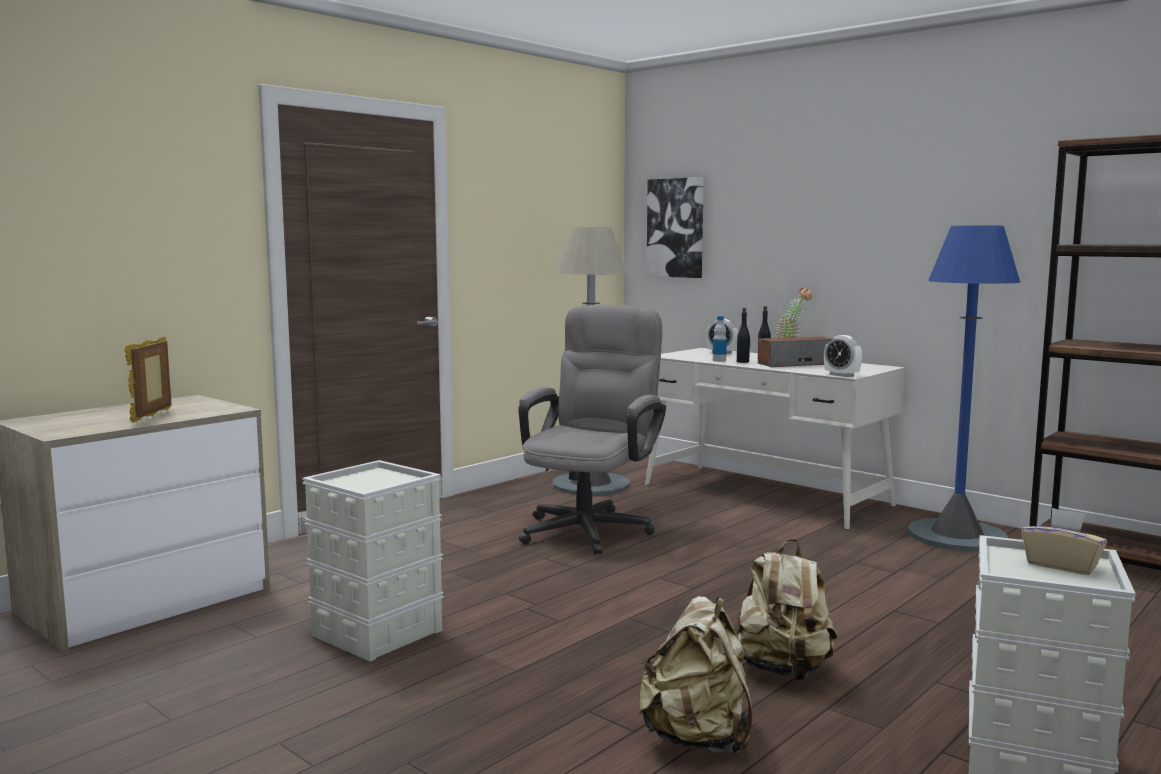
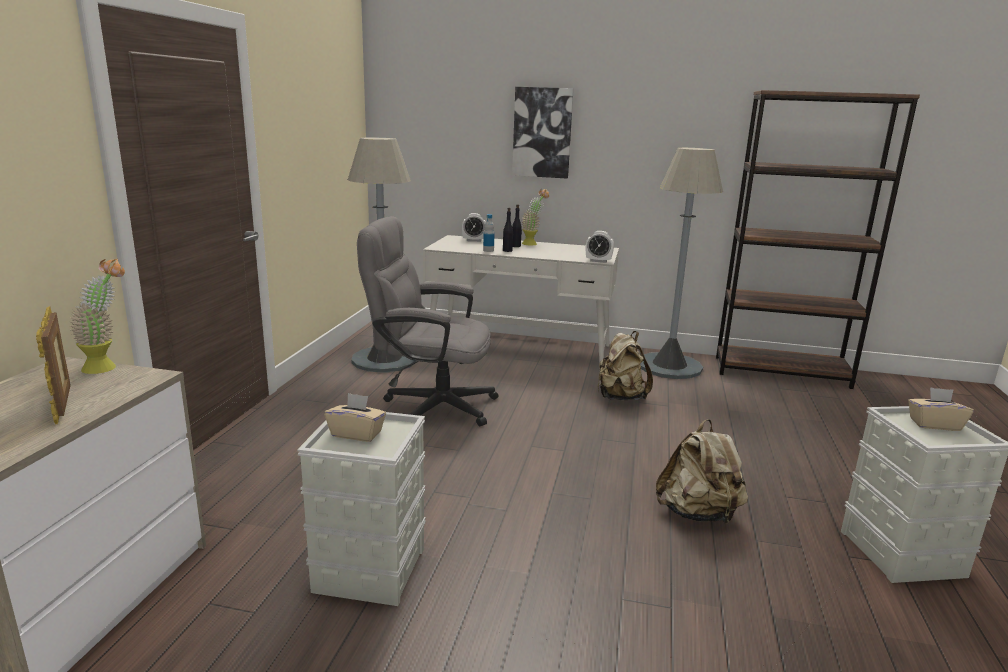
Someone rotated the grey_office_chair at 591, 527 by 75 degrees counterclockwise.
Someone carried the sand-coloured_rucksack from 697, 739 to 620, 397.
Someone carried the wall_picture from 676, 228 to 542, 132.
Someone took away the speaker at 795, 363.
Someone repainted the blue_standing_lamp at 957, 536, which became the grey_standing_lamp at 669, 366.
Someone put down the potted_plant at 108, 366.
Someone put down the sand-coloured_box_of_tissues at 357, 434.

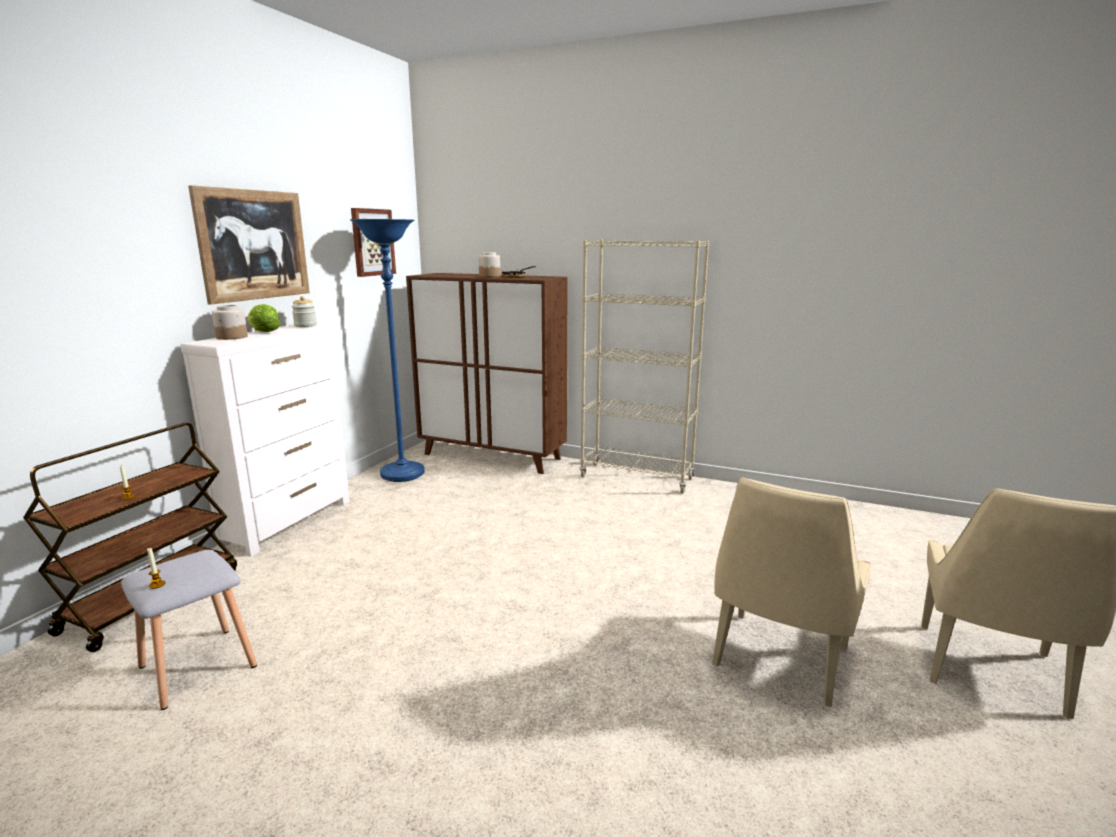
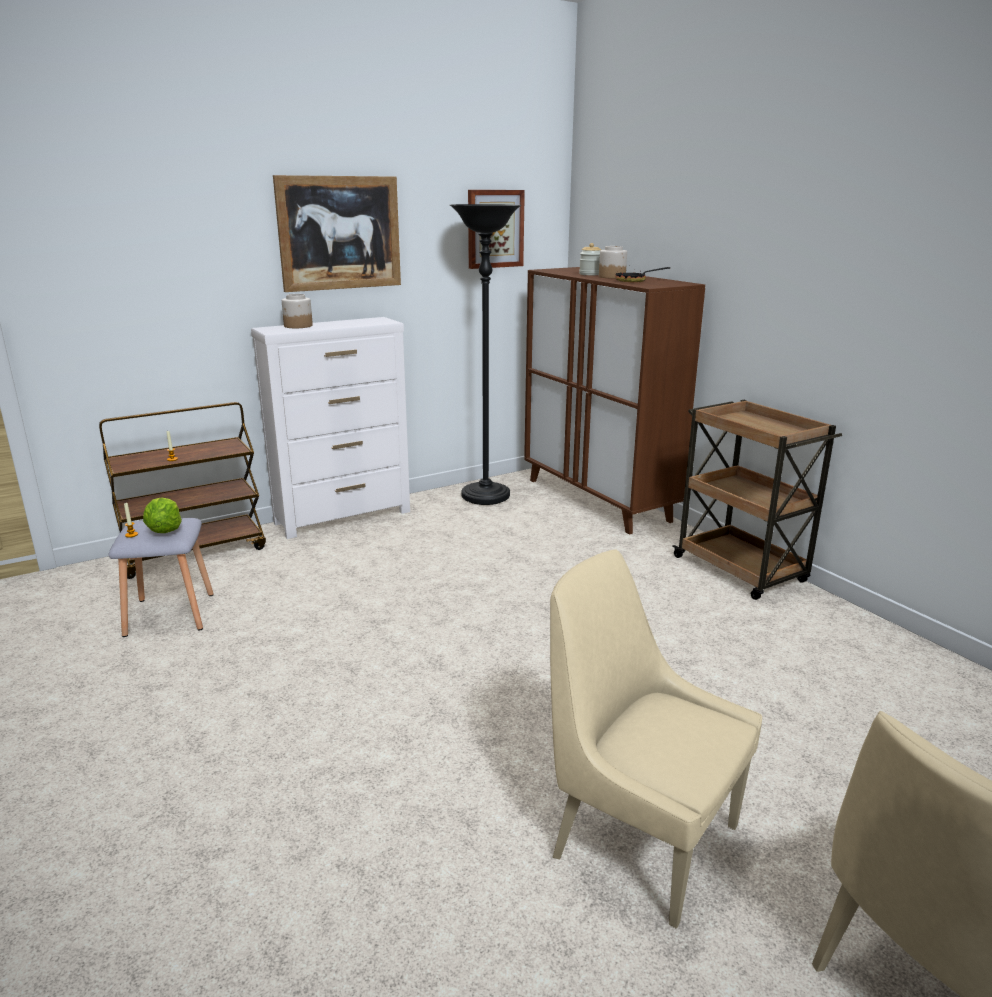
Someone carried the head_of_lettuce from 264, 332 to 165, 530.
Someone carried the jar from 305, 325 to 590, 274.
Someone repainted the blue_standing_lamp at 402, 474, which became the black_standing_lamp at 485, 497.
Someone swapped the sand-coloured_bookshelf at 637, 478 for the brown_wheeled_cart at 741, 570.
Someone rotated the sand-coloured_plain_chair at 778, 660 by 60 degrees clockwise.

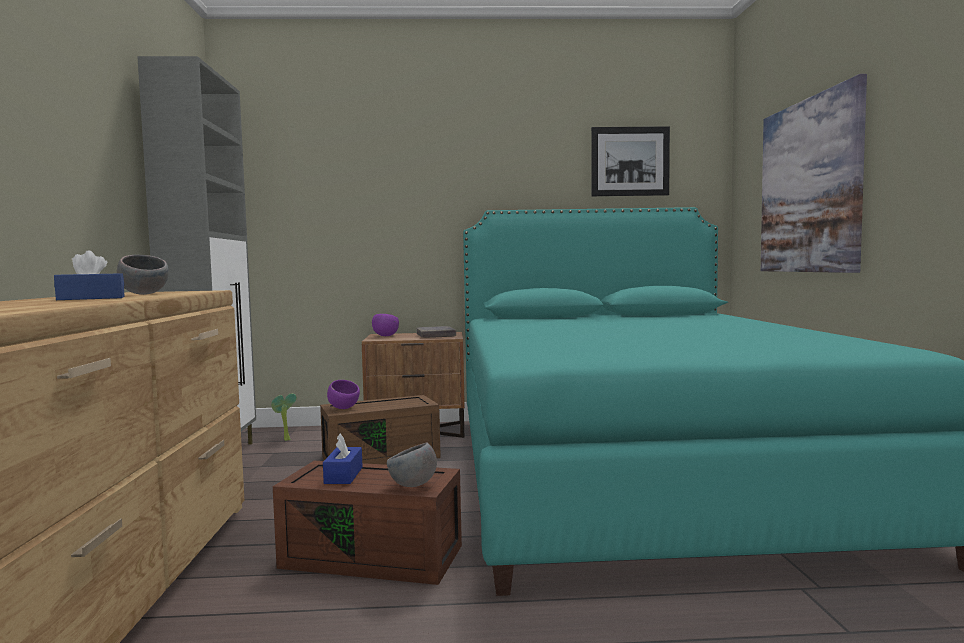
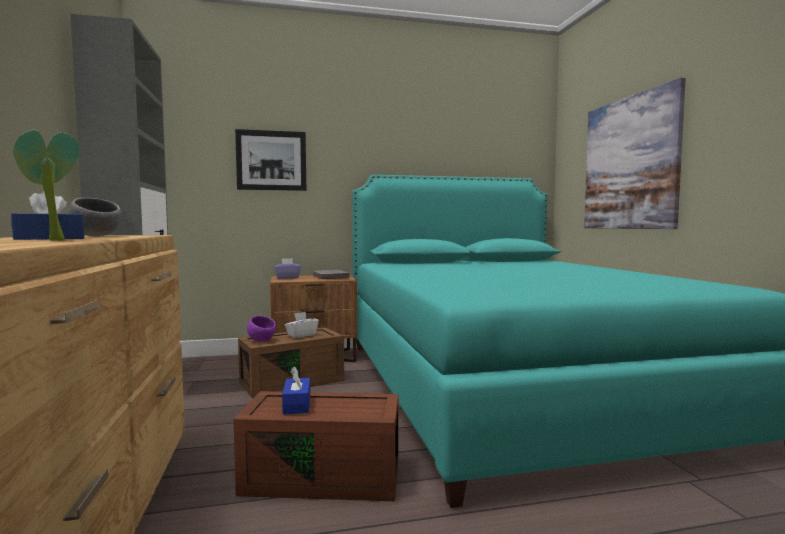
Someone carried the potted_plant from 285, 440 to 52, 240.
Someone swapped the purple_bowl at 385, 336 for the purple_box_of_tissues at 287, 278.
Someone took away the grey_bowl at 413, 485.
Someone carried the wall_picture from 630, 161 to 271, 160.
Someone put down the white-coloured_box_of_tissues at 301, 335.

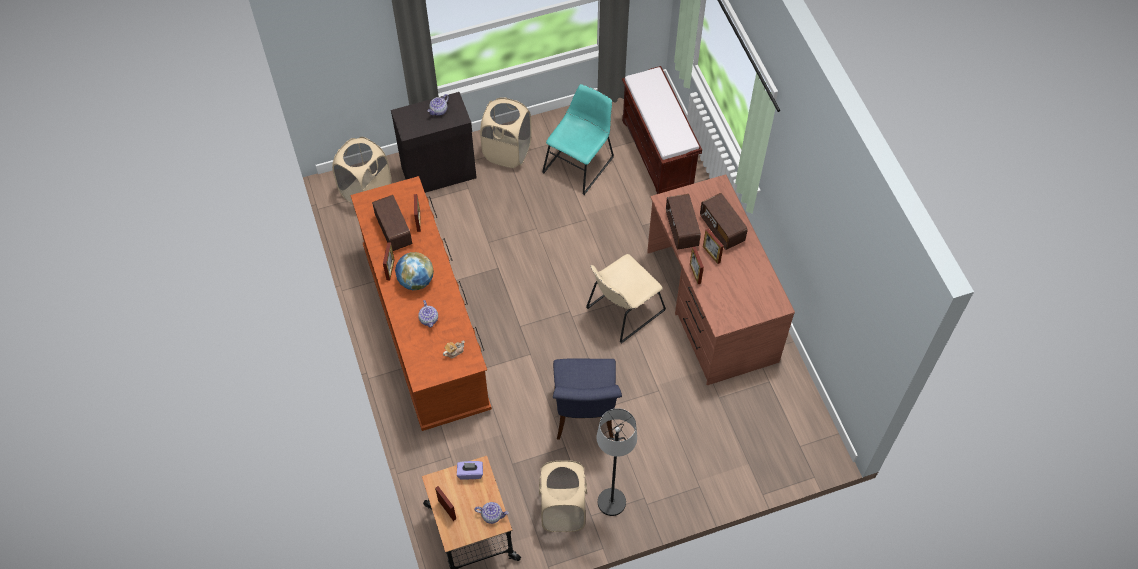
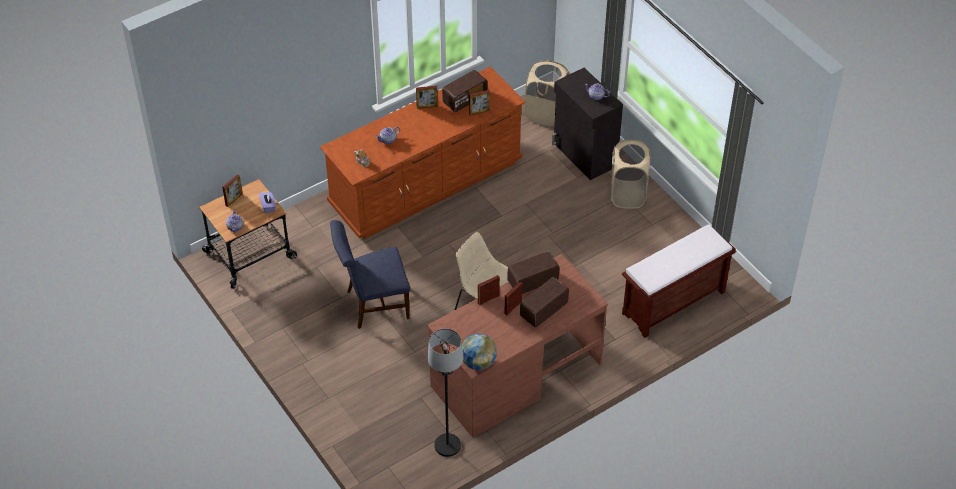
Someone carried the globe from 416, 281 to 478, 362.
Someone took away the sand-coloured_laundry_basket at 563, 510.
Someone took away the blue-green_plain_chair at 580, 163.
Someone carried the black_standing_lamp from 612, 502 to 447, 445.

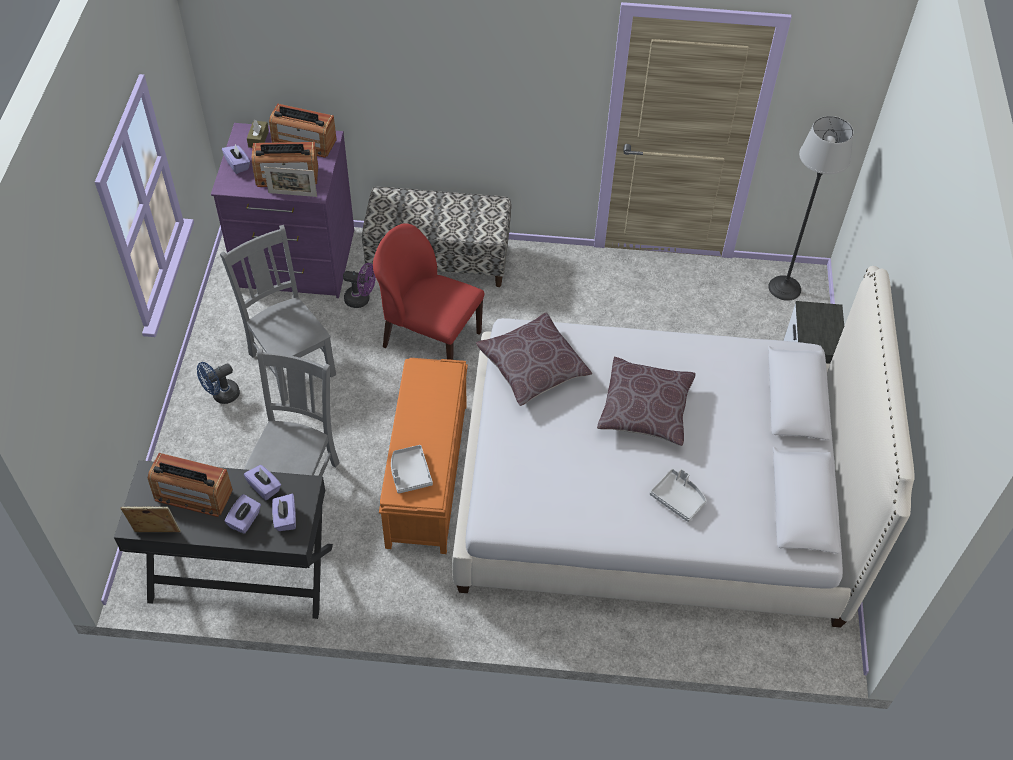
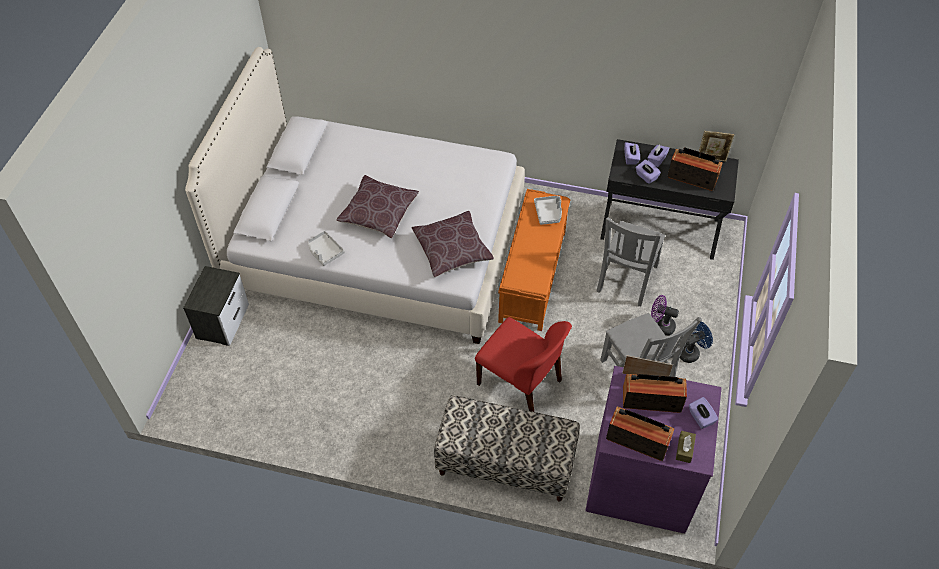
Someone carried the purple_electric_fan from 361, 299 to 660, 326.
Someone carried the grey_carrying_tray from 678, 498 to 325, 251.
Someone took away the standing_lamp at 785, 288.

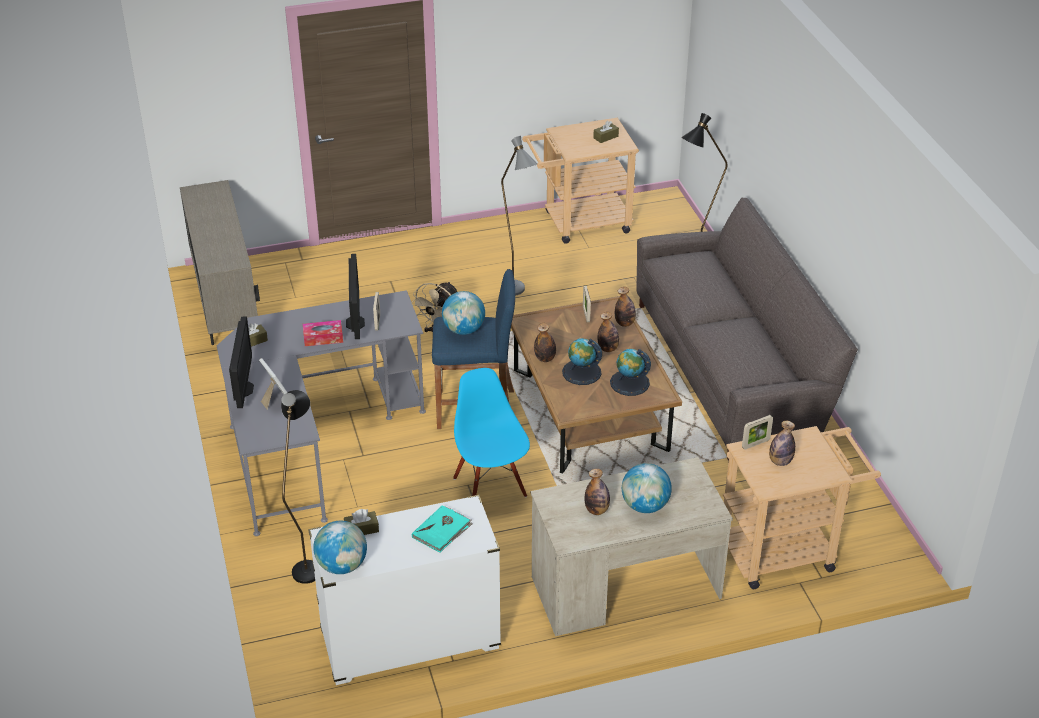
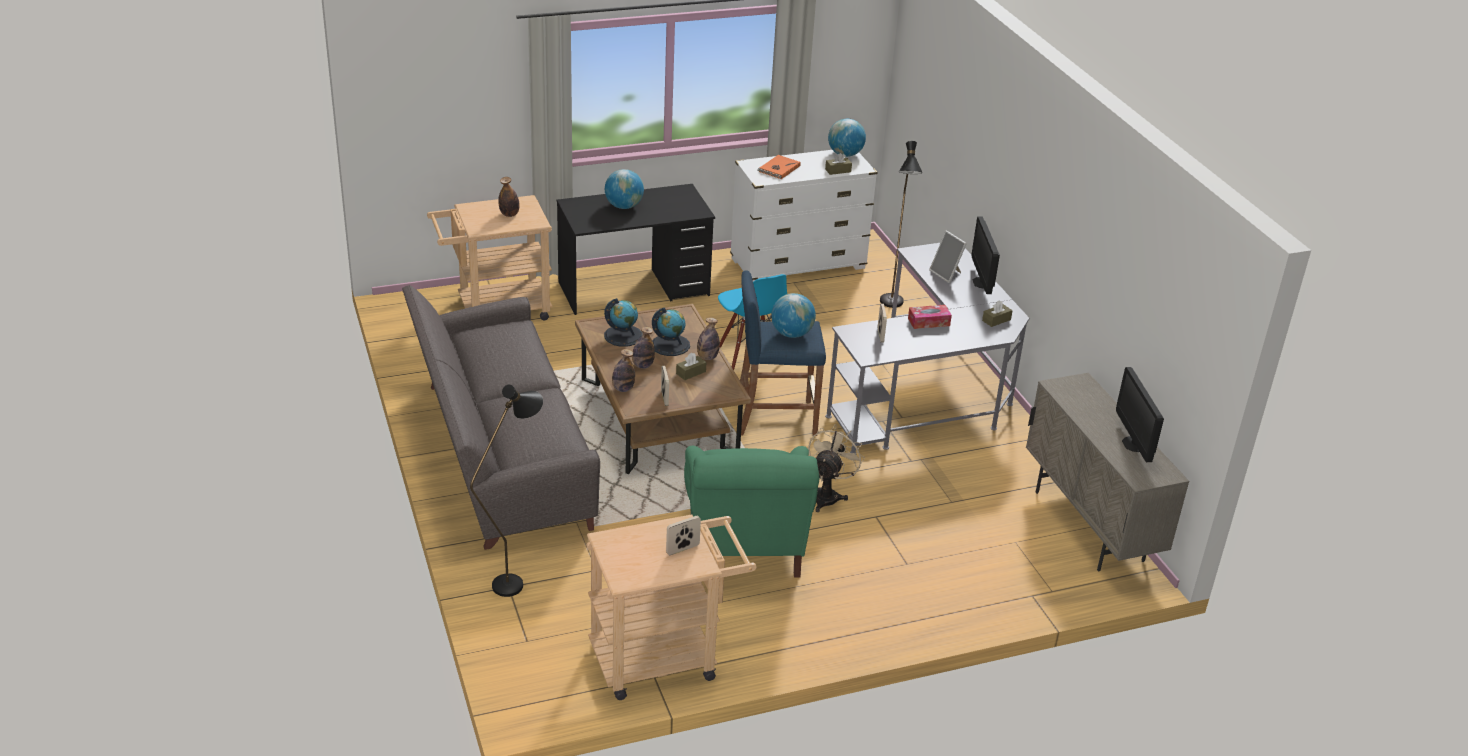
Someone carried the computer_screen from 355, 323 to 1133, 444.
Someone repainted the blue-green_volume at 442, 531, which became the orangey_volume at 778, 169.
Someone swapped the grey_standing_lamp at 517, 293 for the green-coloured_lounge_chair at 744, 547.
Someone repainted the sand-coloured_desk_table at 625, 588, which became the black_desk_table at 634, 289.
Someone took away the beverage_bottle at 597, 510.
Someone carried the brown_box_of_tissues from 605, 137 to 691, 372.
Someone carried the standing_frame from 755, 444 to 682, 549.

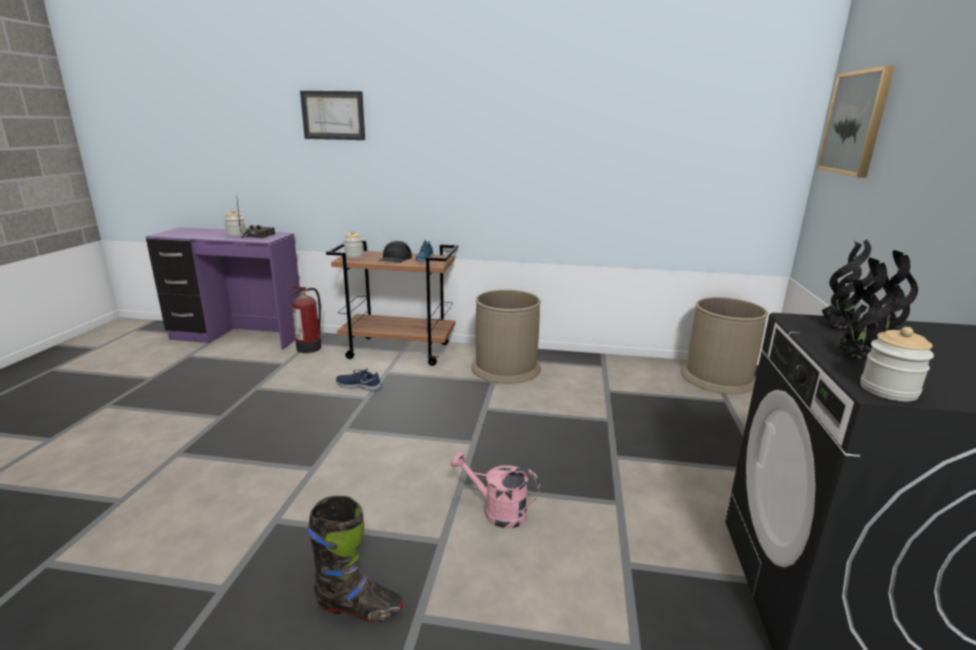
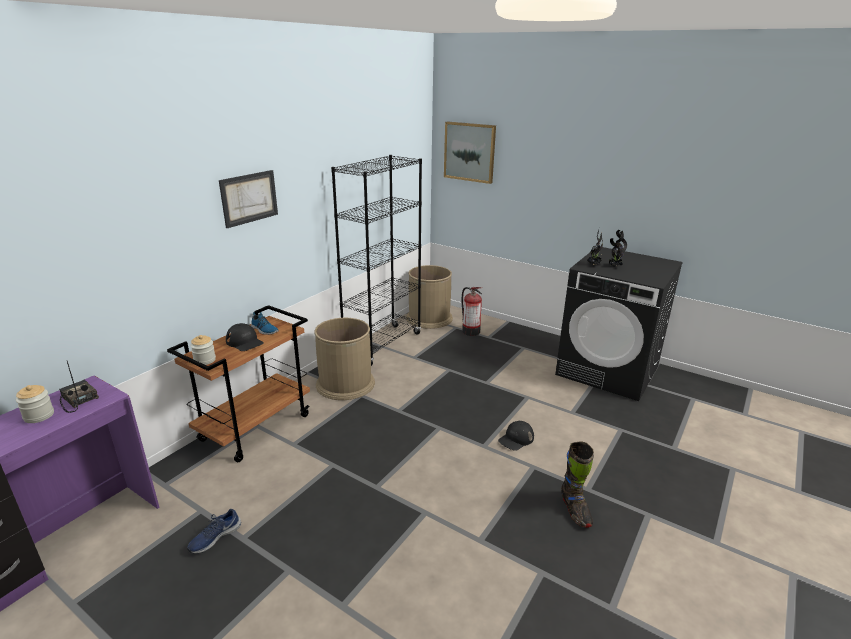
Someone carried the fire_extinguisher from 310, 347 to 470, 331.
Someone carried the wall_picture from 333, 115 to 249, 198.
Someone rotated the black_boot at 358, 607 by 135 degrees clockwise.
Someone carried the blue_item_of_footwear from 359, 386 to 214, 537.
Someone swapped the pink-coloured_watering_can at 497, 511 for the black_cap at 516, 439.
Someone took away the potted_plant at 853, 357.
Someone took away the jar at 888, 390.
Someone put down the black_bookshelf at 383, 345.

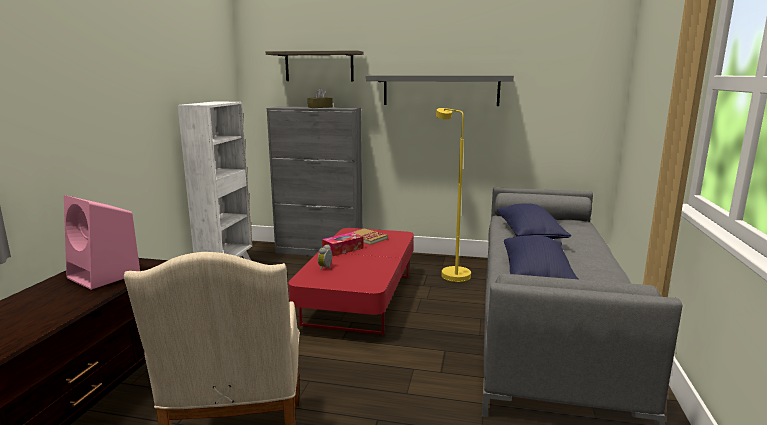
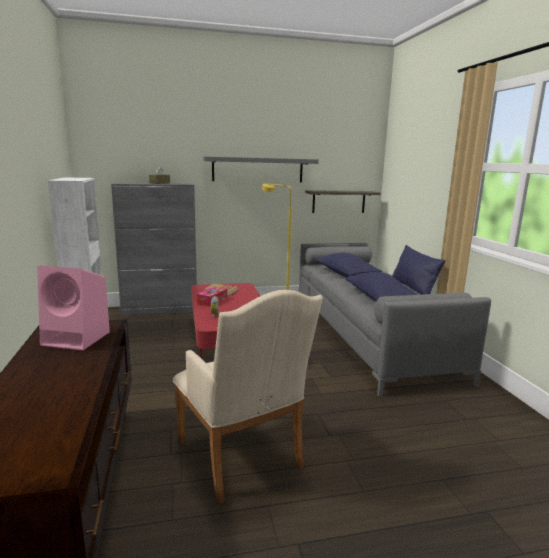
Someone carried the shelf from 319, 66 to 338, 201.
Someone put down the blue_cushion at 413, 288.

